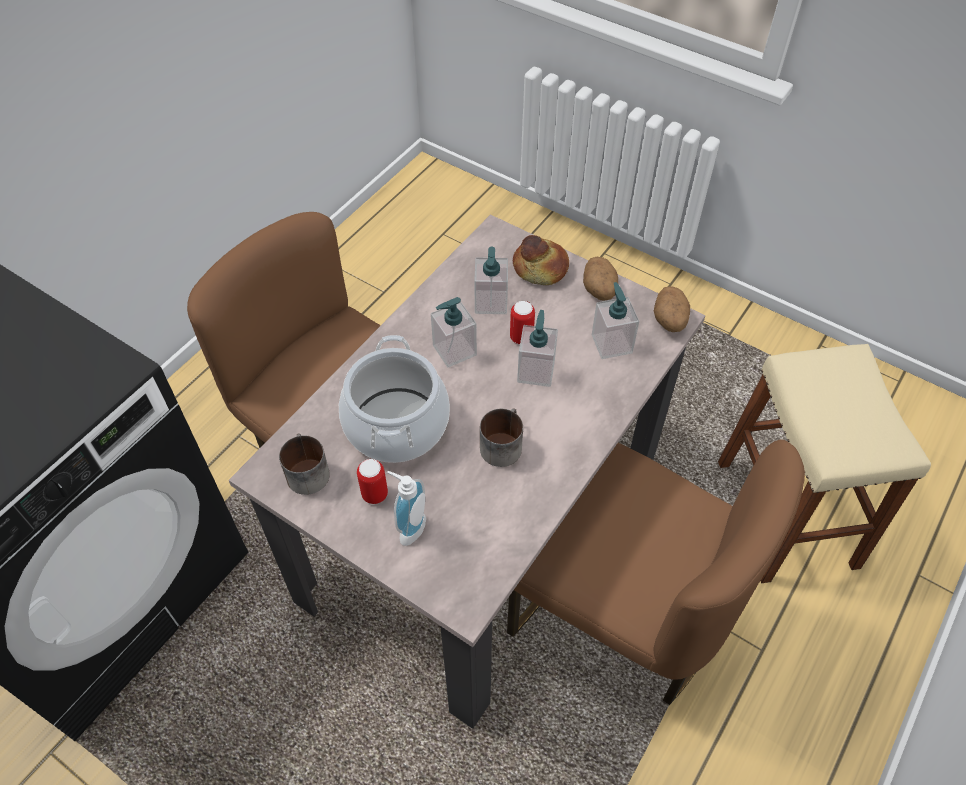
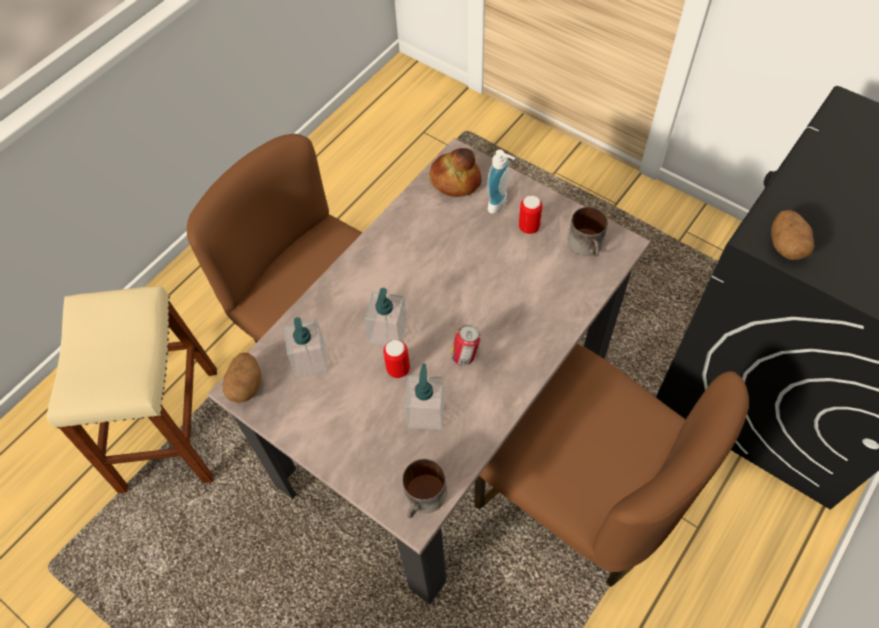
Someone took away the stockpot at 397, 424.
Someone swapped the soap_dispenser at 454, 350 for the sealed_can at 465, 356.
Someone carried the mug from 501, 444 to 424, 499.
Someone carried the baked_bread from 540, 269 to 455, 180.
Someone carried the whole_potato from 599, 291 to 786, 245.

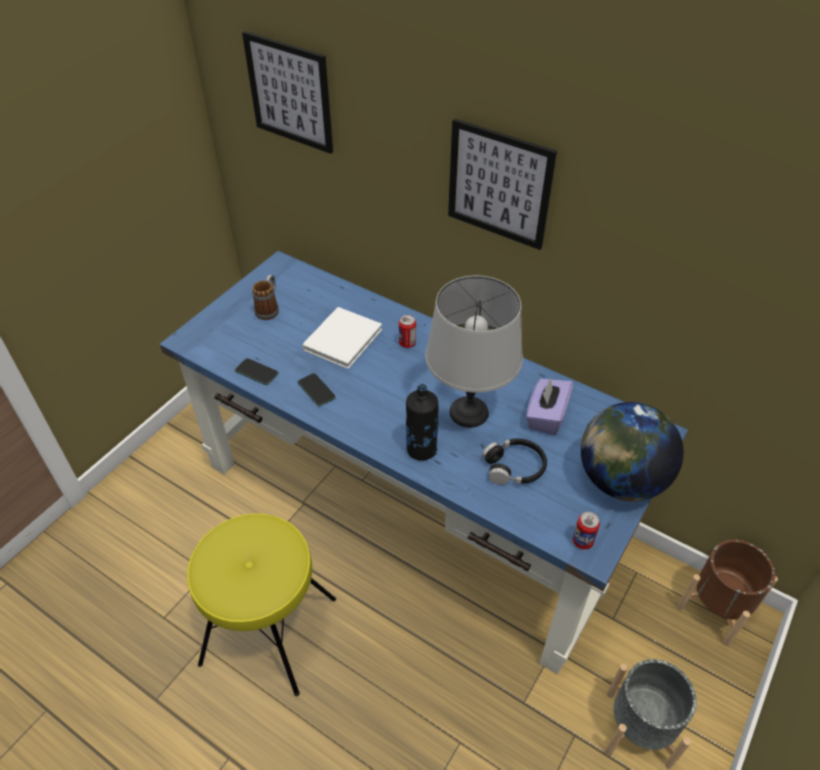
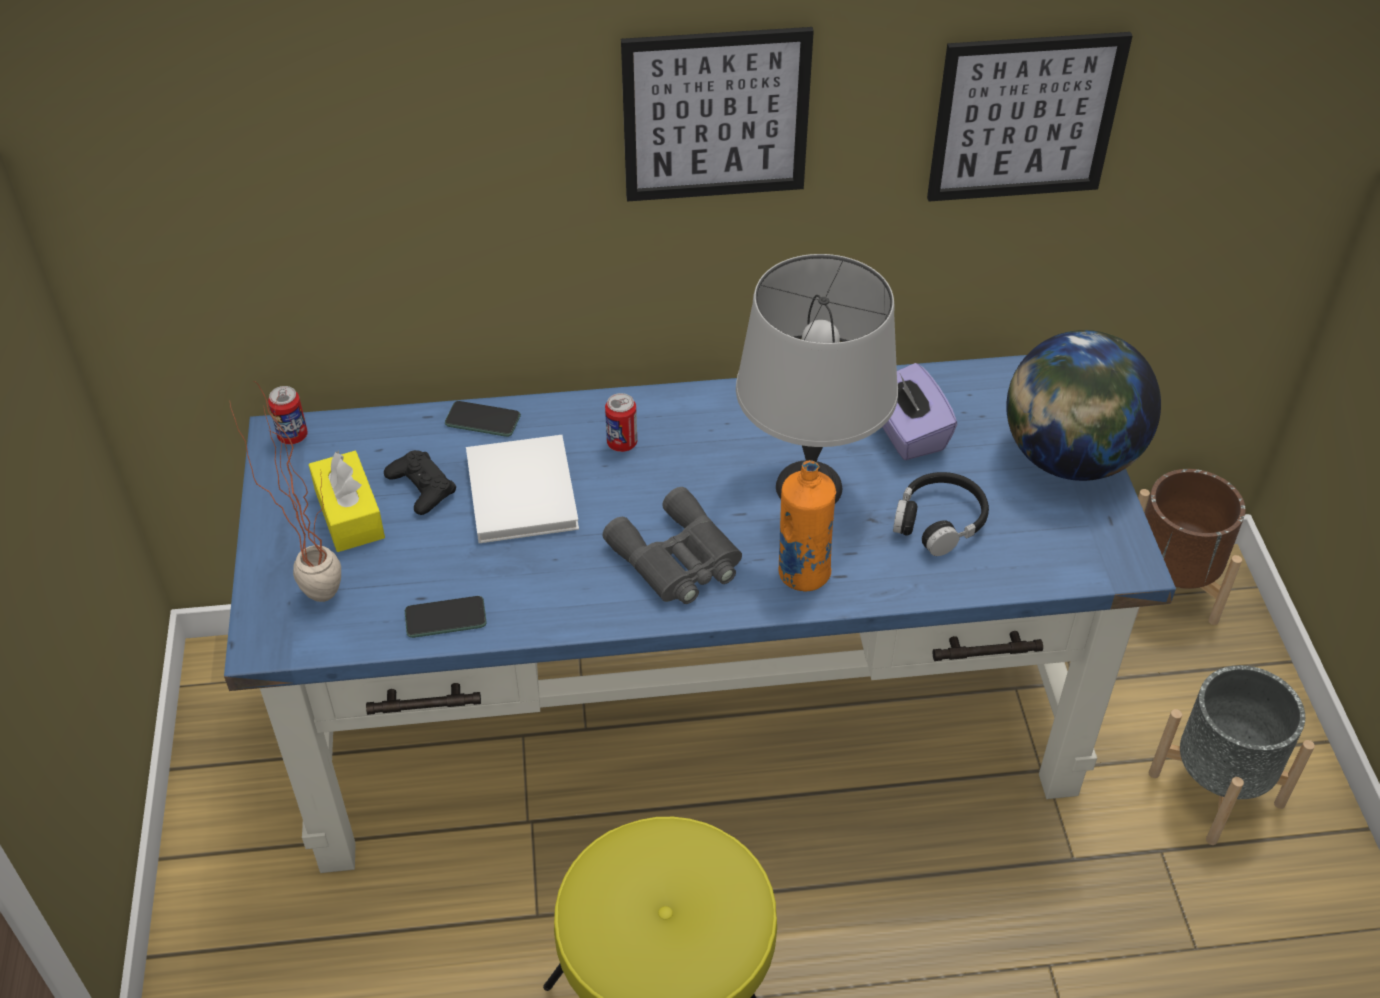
Someone carried the wall_picture from 290, 93 to 1025, 117.
Someone swapped the mug at 269, 309 for the yellow-coloured_box_of_tissues at 349, 514.
Someone carried the phone from 316, 390 to 483, 420.
Someone repainted the black_beverage_bottle at 421, 449, which became the orangey_beverage_bottle at 803, 573.
Someone carried the sealed_can from 582, 541 to 293, 436.
Someone put down the potted_plant at 315, 585.
Someone put down the black_game_controller at 421, 487.
Someone put down the grey_binoculars at 678, 560.

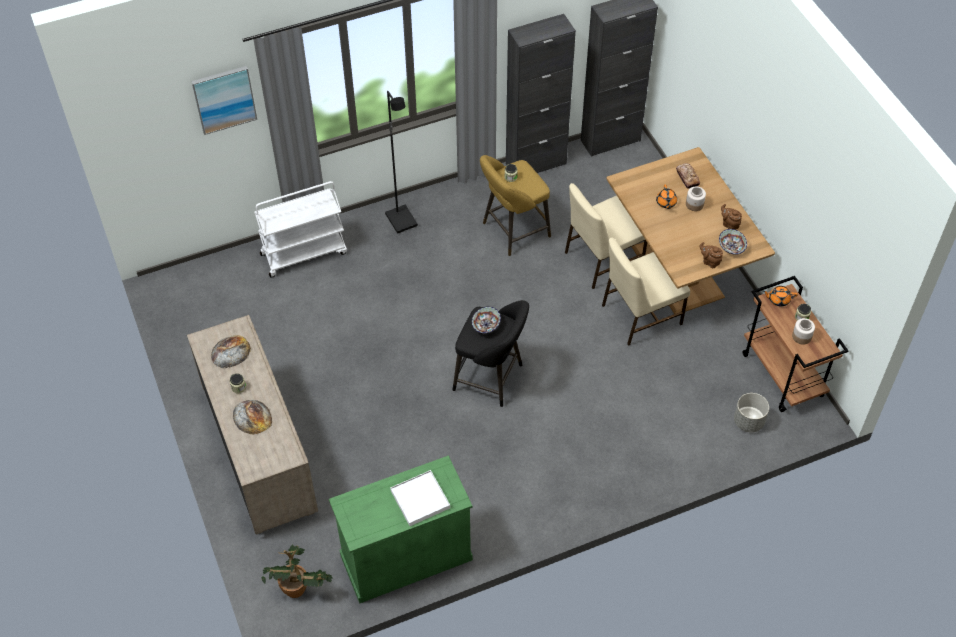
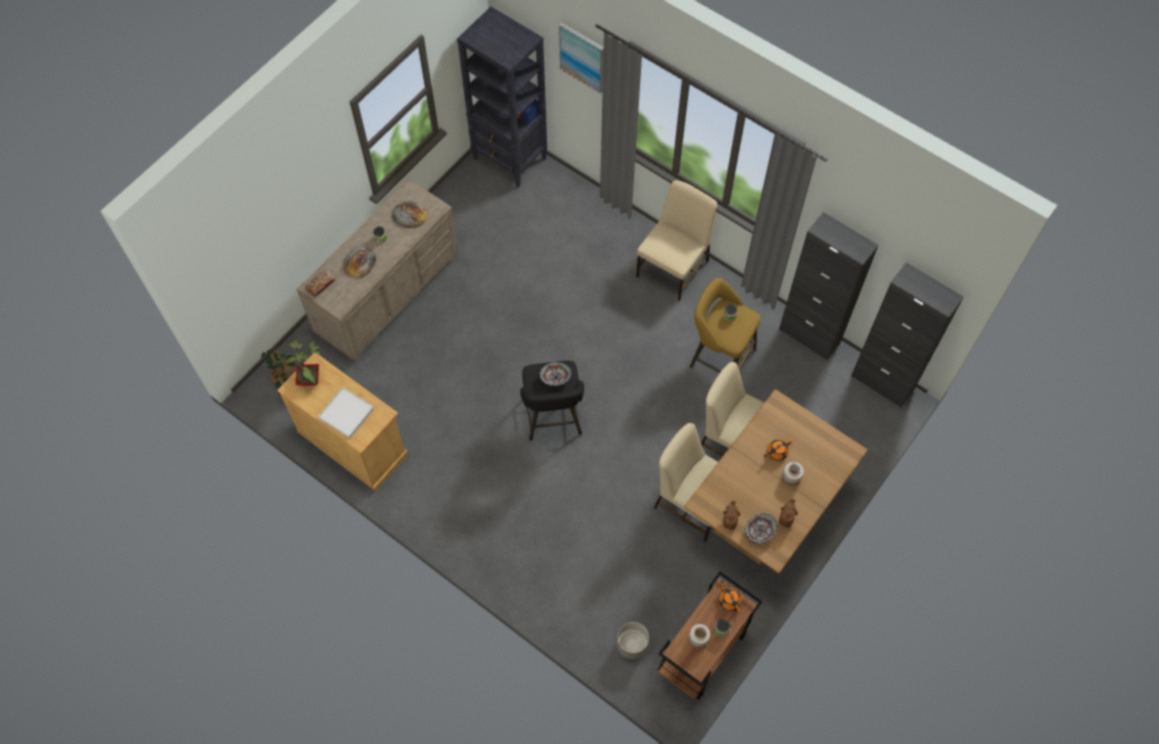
Someone took away the white-coloured_wheeled_cart at 304, 253.
Someone repainted the green-coloured_cupboard at 406, 557, which became the sand-coloured_cupboard at 353, 443.
Someone swapped the black_standing_lamp at 402, 220 for the sand-coloured_plain_chair at 673, 268.
Someone carried the baked_bread from 687, 178 to 321, 285.
Someone put down the potted_plant at 311, 379.
Someone put down the black_bookshelf at 510, 159.

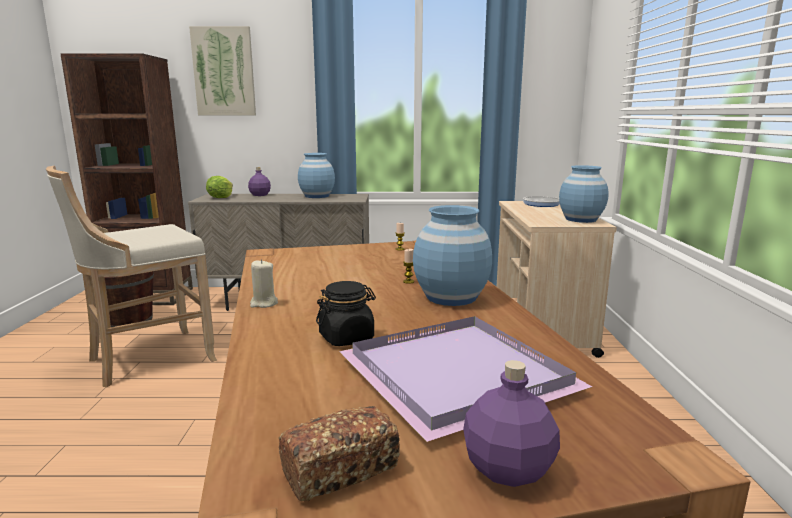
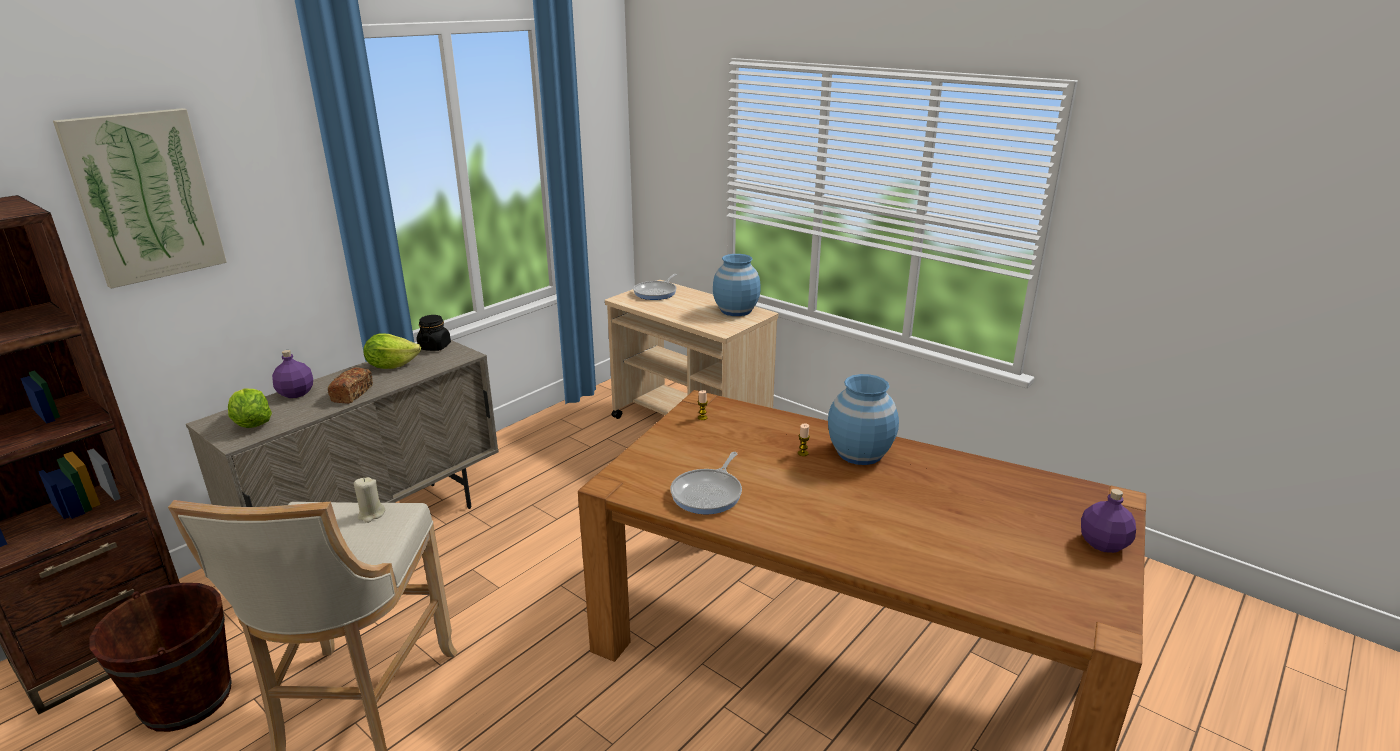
Someone carried the sand-coloured_wax_candle from 264, 303 to 371, 514.
Someone carried the baked_bread from 340, 470 to 352, 394.
Someone swapped the blue_flower_vase at 317, 196 for the head_of_lettuce at 391, 365.
Someone carried the black_jar from 347, 337 to 435, 347.
Someone took away the purple_carrying_tray at 457, 373.
Someone put down the pan at 709, 494.

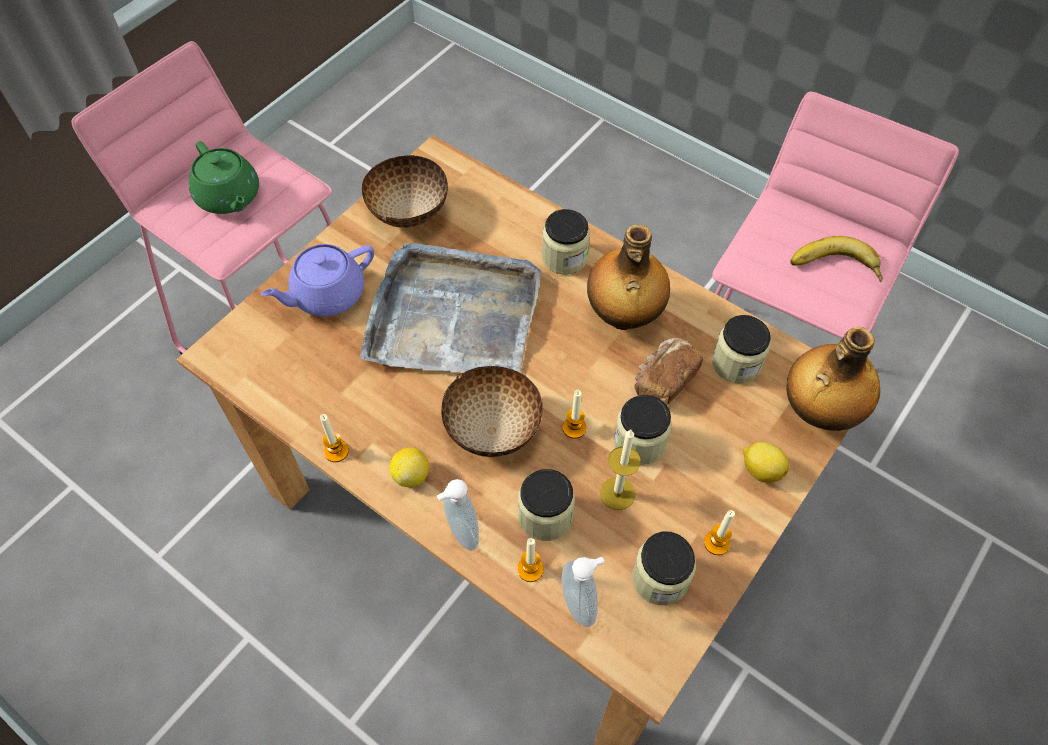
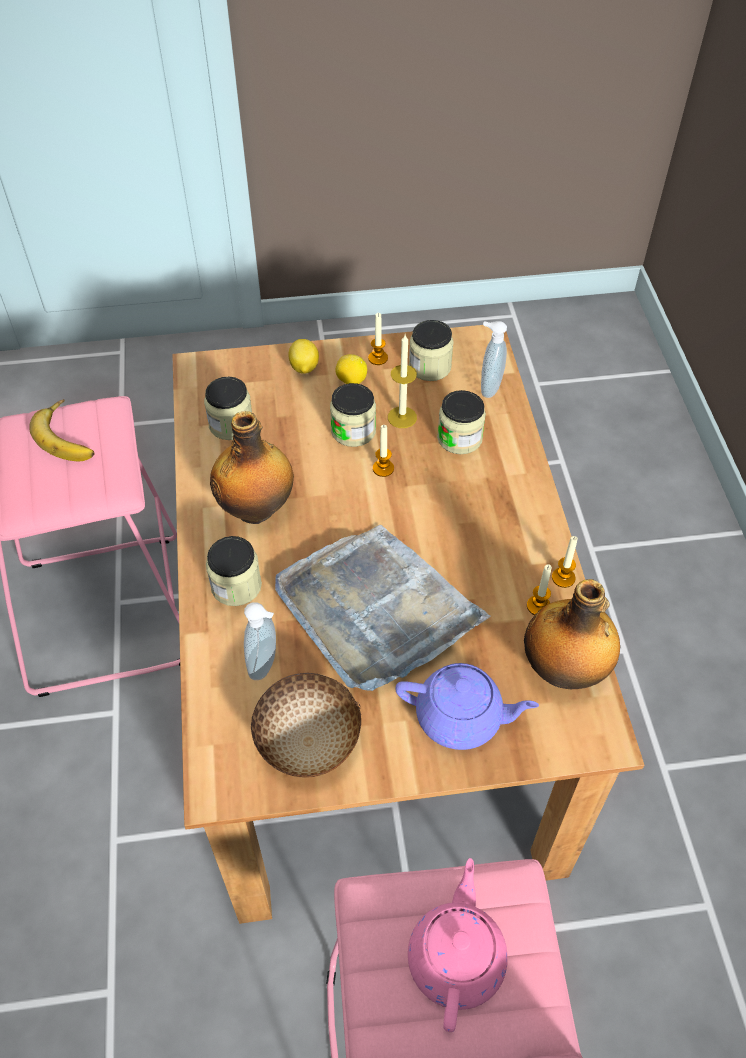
Someone repainted the green-coloured_pot_for_tea at 229, 197, which became the pink-coloured_pot_for_tea at 456, 957.
Someone carried the whole_lemon from 411, 475 to 351, 381.
Someone carried the soap_dispenser from 460, 533 to 266, 664.
Someone took away the bowl at 494, 430.
Someone carried the wax_candle from 530, 569 to 538, 606.
Someone took away the baked_bread at 663, 380.
Someone carried the beverage_bottle from 817, 411 to 564, 670.

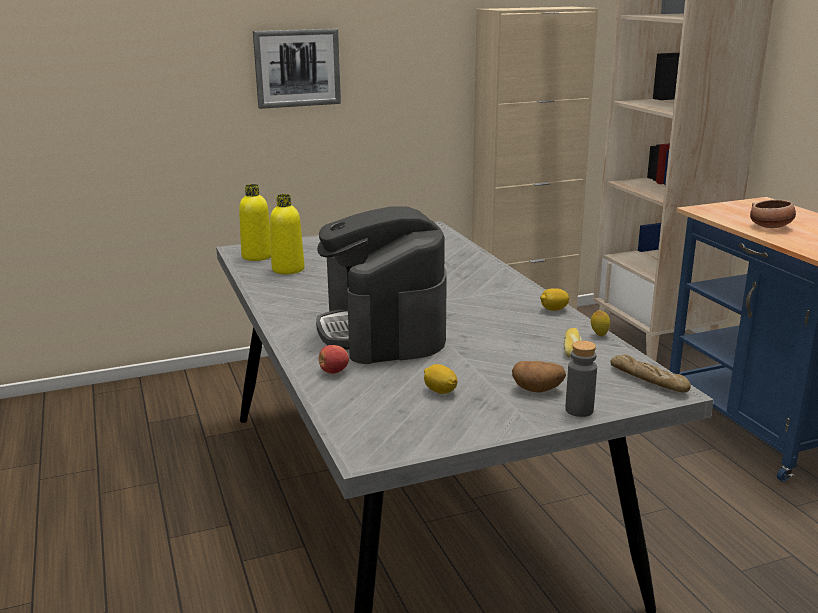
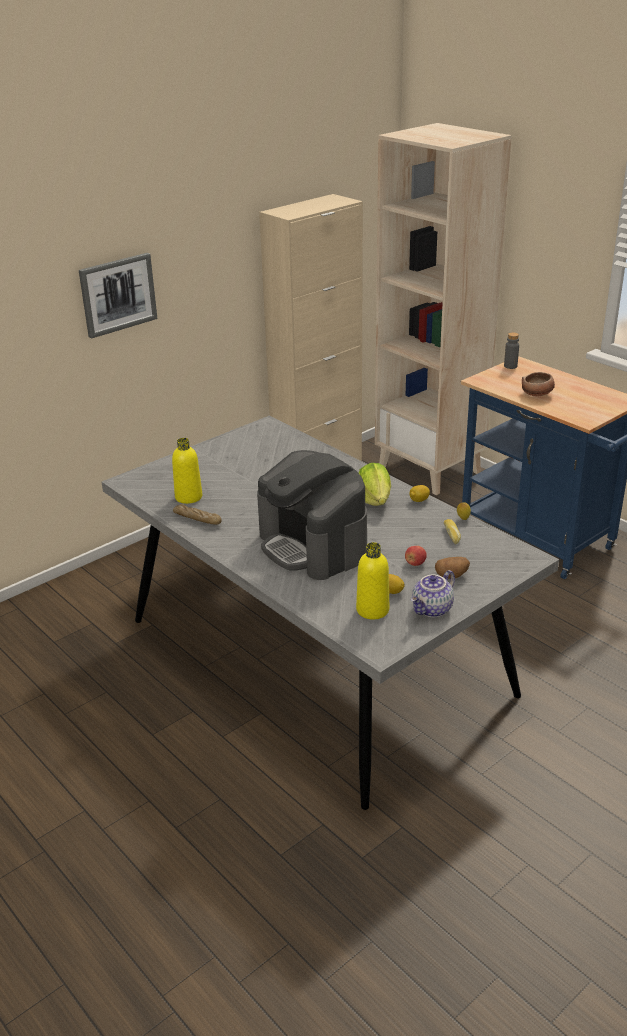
Someone carried the yellow-coloured_beverage_bottle from 257, 256 to 372, 610.
Someone carried the apple_fruit from 333, 371 to 415, 563.
Someone carried the grey_beverage_bottle from 579, 410 to 510, 366.
Someone carried the baked_bread from 648, 381 to 197, 519.
Someone put down the head_of_lettuce at 375, 500.
Someone put down the pot_for_tea at 432, 610.

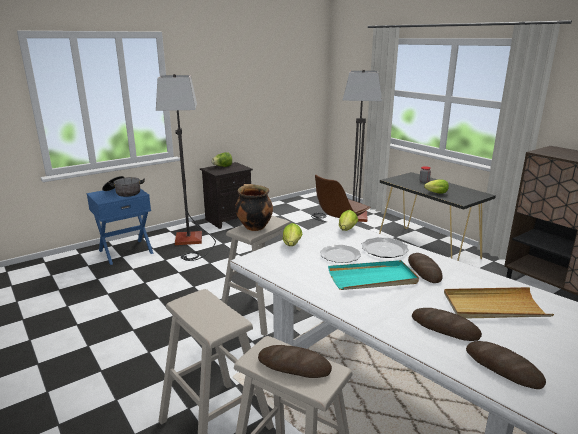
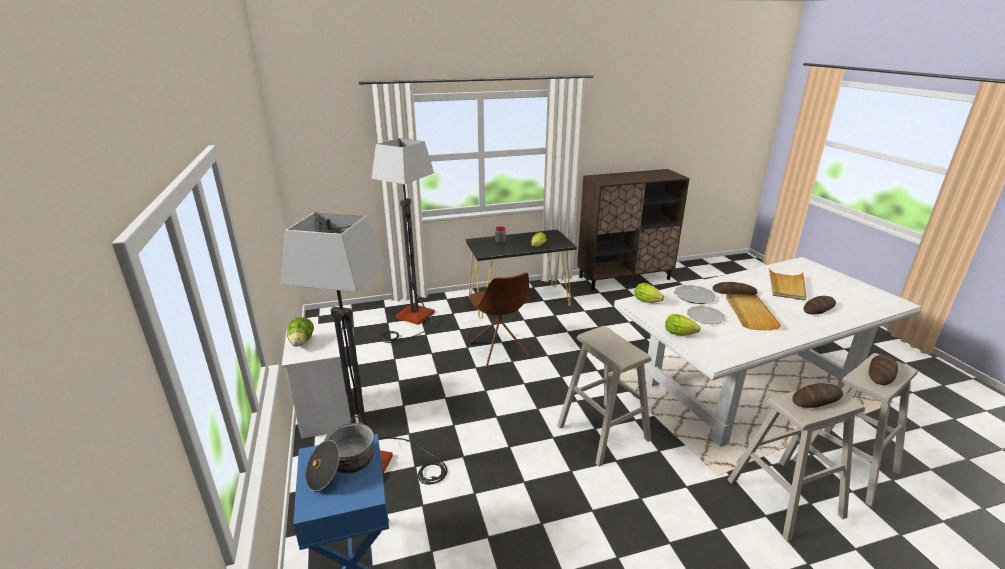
Someone repainted the black_night_table at 229, 219, which became the white-coloured_night_table at 326, 413.
Someone took away the stockpot at 254, 227.
Someone repainted the blue-green_carrying_tray at 373, 278, which became the sand-coloured_carrying_tray at 749, 313.
Someone carried the baked_bread from 503, 368 to 816, 399.

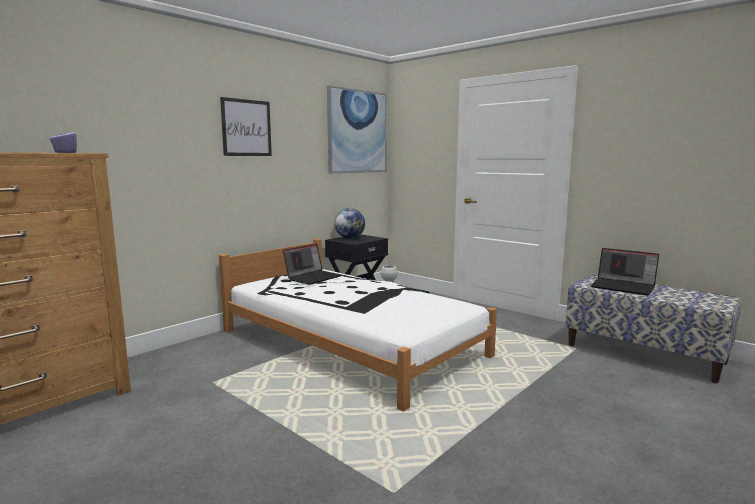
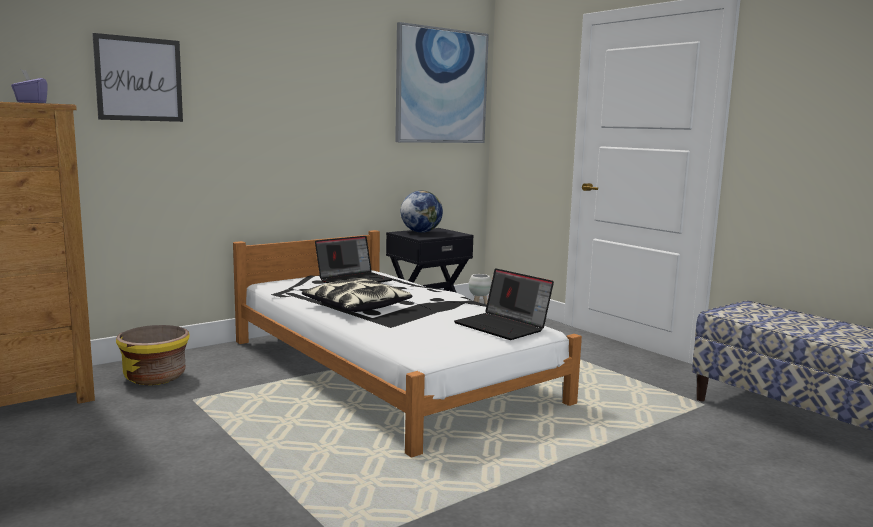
Someone carried the wall_picture from 246, 128 to 139, 79.
Someone carried the portable_computer from 624, 287 to 503, 326.
Someone put down the yellow-coloured_planter at 155, 377.
Someone put down the cushion at 356, 306.

